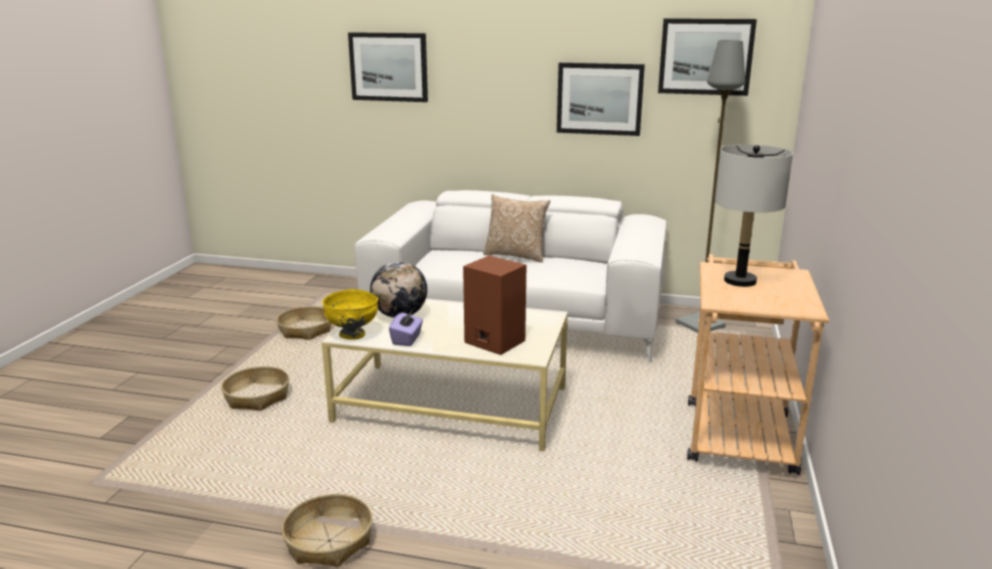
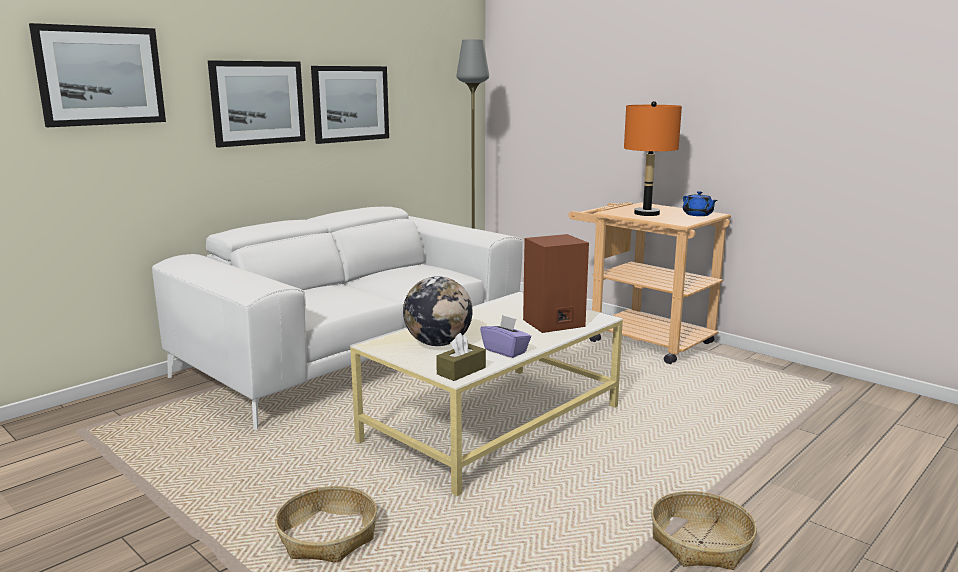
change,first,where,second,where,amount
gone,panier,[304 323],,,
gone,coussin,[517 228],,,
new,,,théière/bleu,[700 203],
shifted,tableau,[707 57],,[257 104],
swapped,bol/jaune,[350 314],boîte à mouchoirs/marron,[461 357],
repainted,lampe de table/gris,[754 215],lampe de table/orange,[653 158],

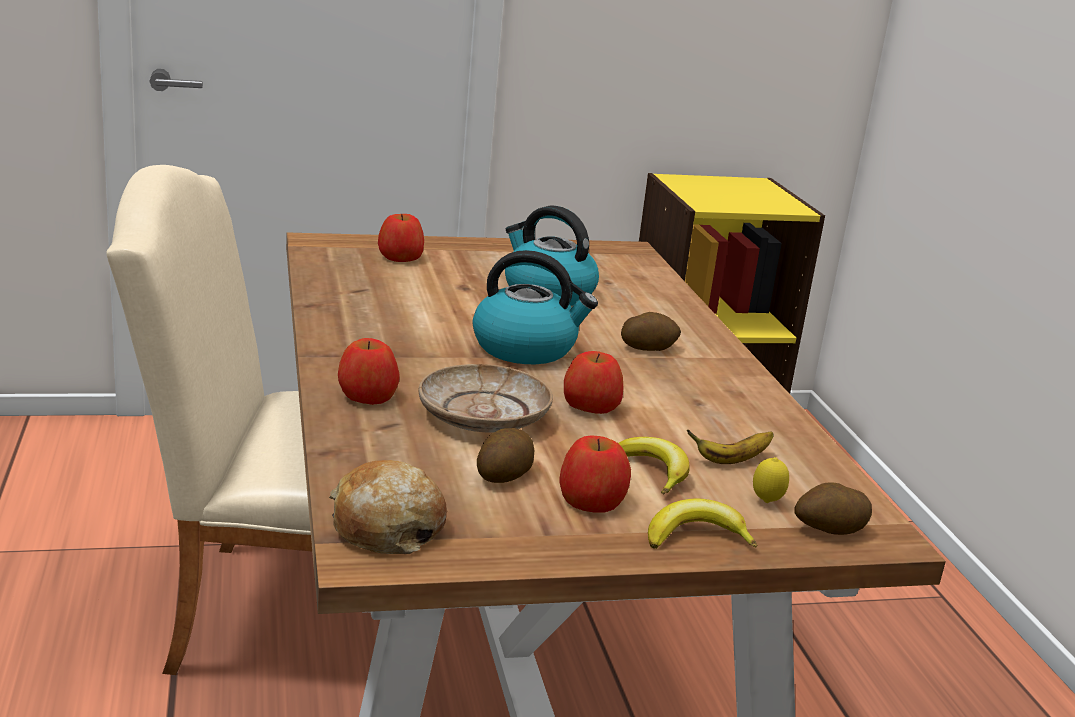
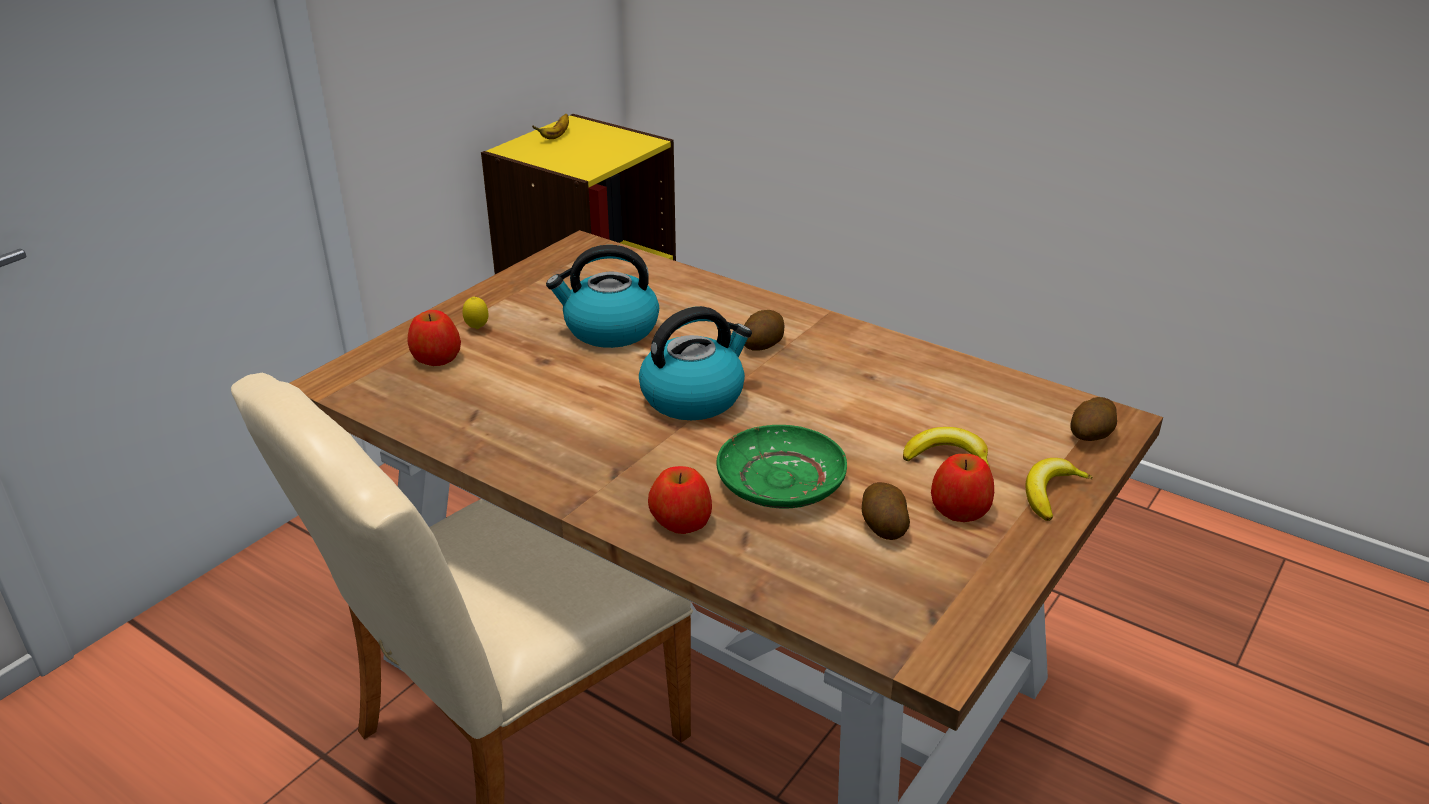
change,first,where,second,where,amount
gone,pain,[388 507],,,
gone,pomme,[594 382],,,
shifted,banane,[730 447],,[550 126],
shifted,citron,[771 480],,[475 312],
repainted,assiette/beige,[485 398],assiette/vert,[781 466],

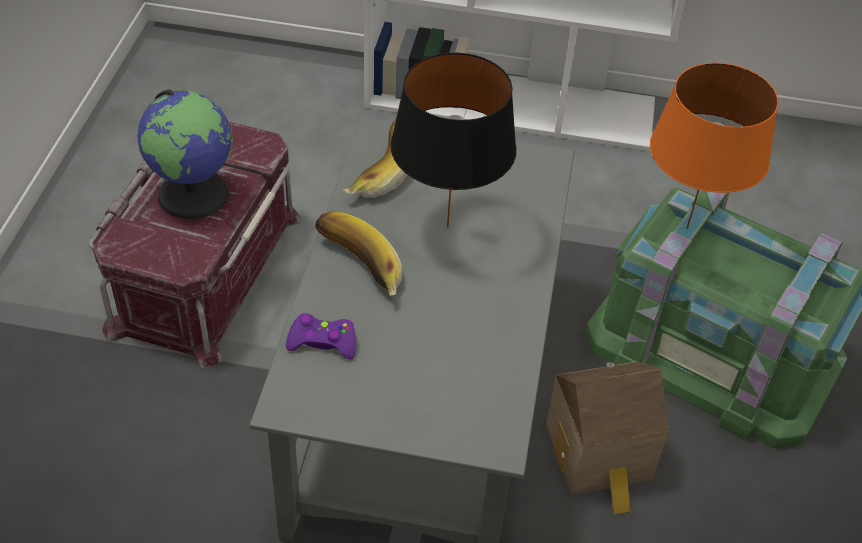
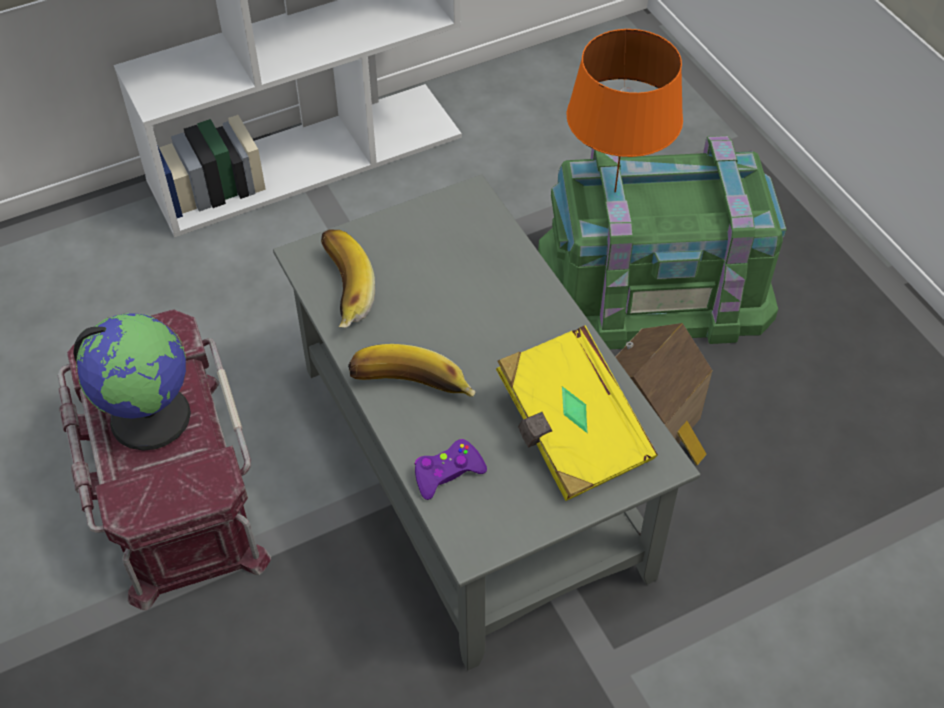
change,first,where,second,where,amount
gone,lampe de table/noir,[453 140],,,
new,,,livre/jaune,[577 413],

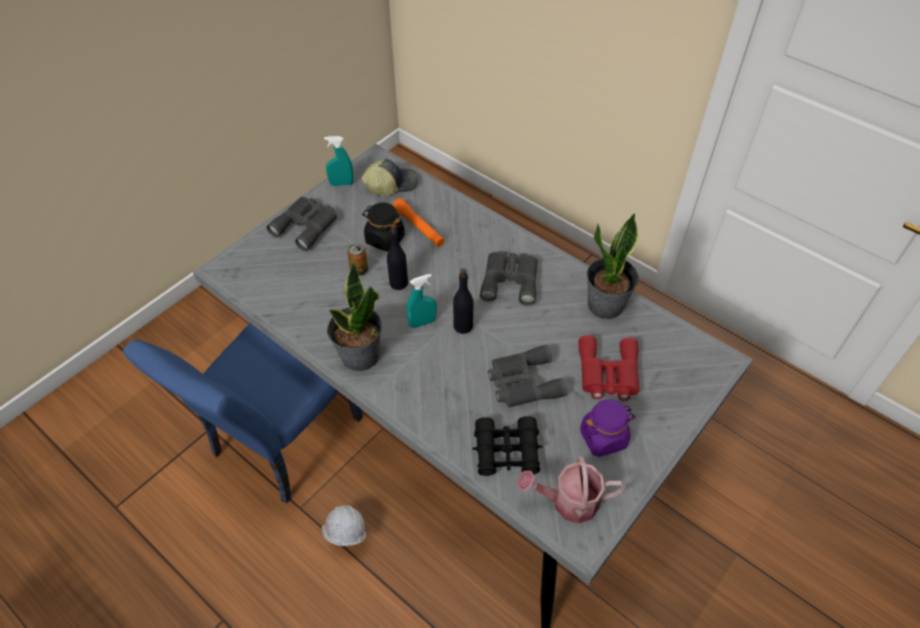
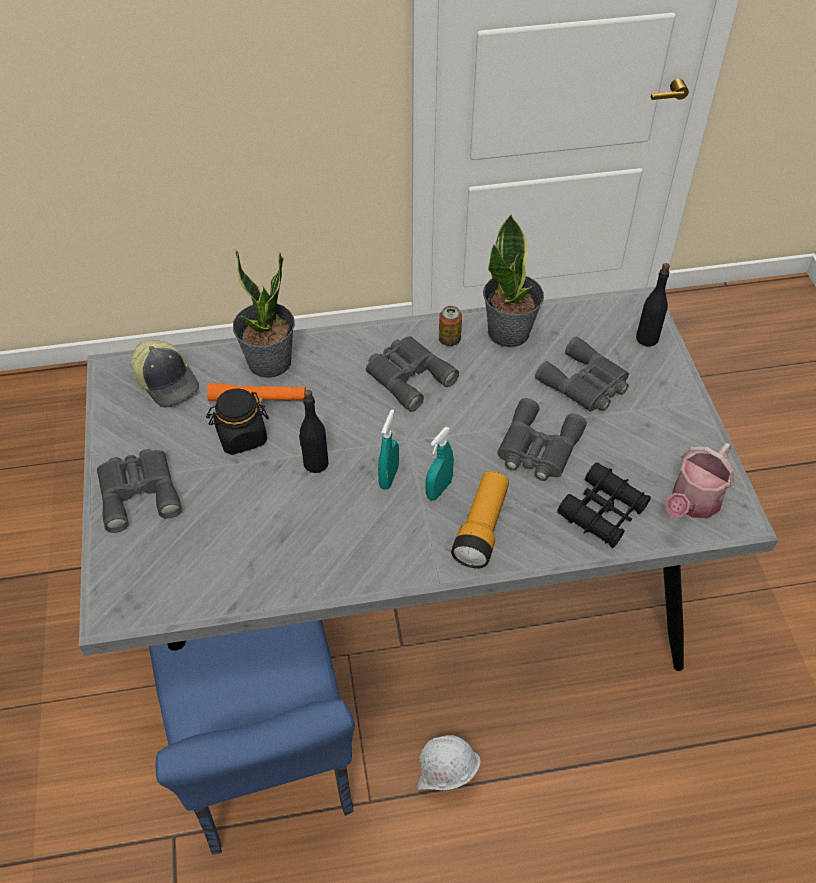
change,first,where,second,where,amount
gone,bocal/violet,[607 428],,,
new,,,lampe de poche,[480 519],
shifted,vaporisateur/turquoise,[339 161],,[439 463],
shifted,plante en pot,[354 317],,[264 314],
shifted,boîte métallique,[357 259],,[450 326],
shifted,bouteille/noir,[463 301],,[653 305],
repainted,jumelles/rouge,[609 368],jumelles/gris,[582 374],
rotated,casquette,[389 177],,[165 374],120 degrees clockwise

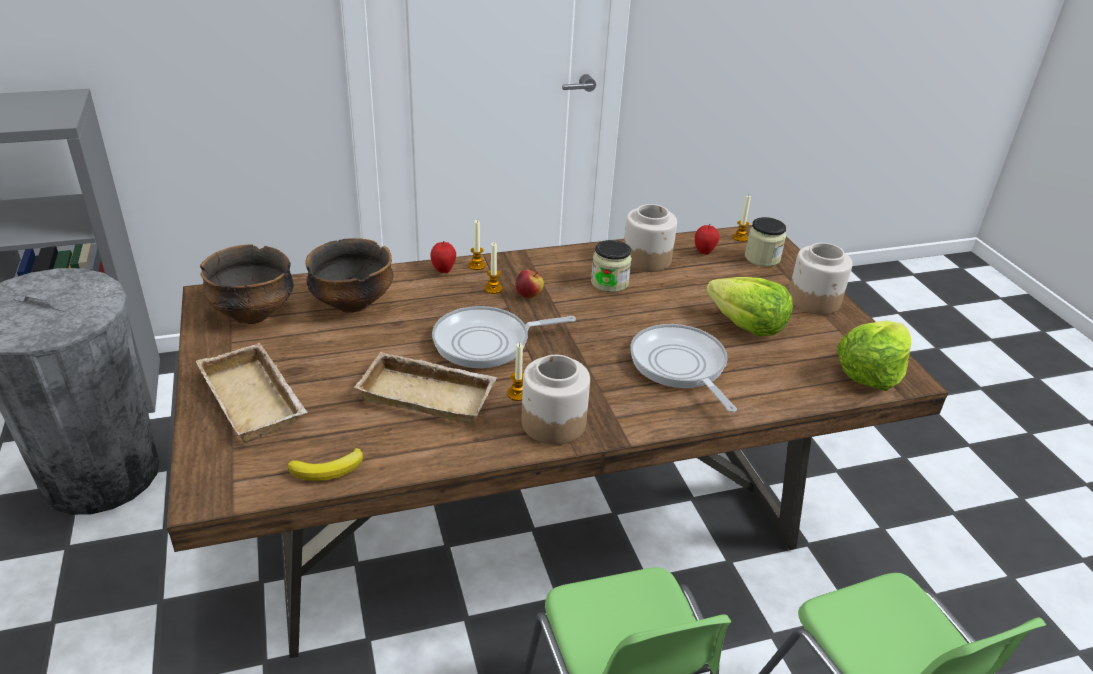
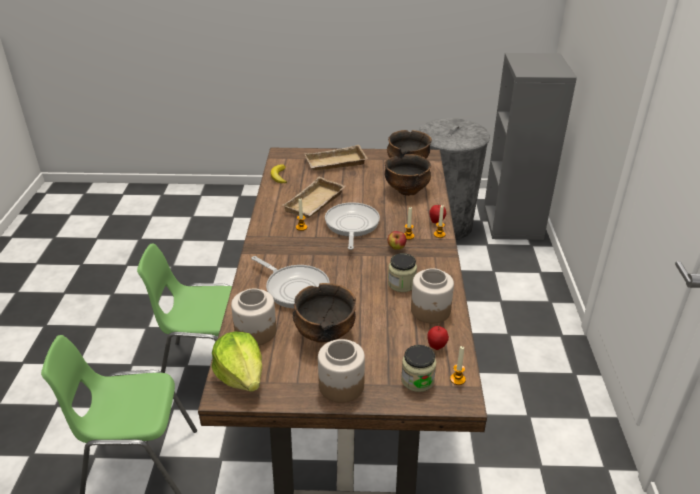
change,first,where,second,where,amount
shifted,bocal,[556 400],,[254 316],
swapped,laitue,[749 307],bol,[324 313],
rotated,poêle,[683 368],,[290 282],45 degrees clockwise

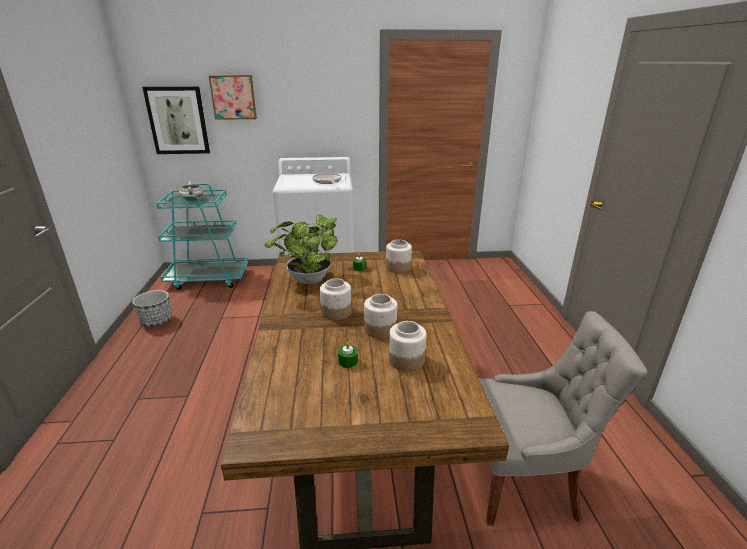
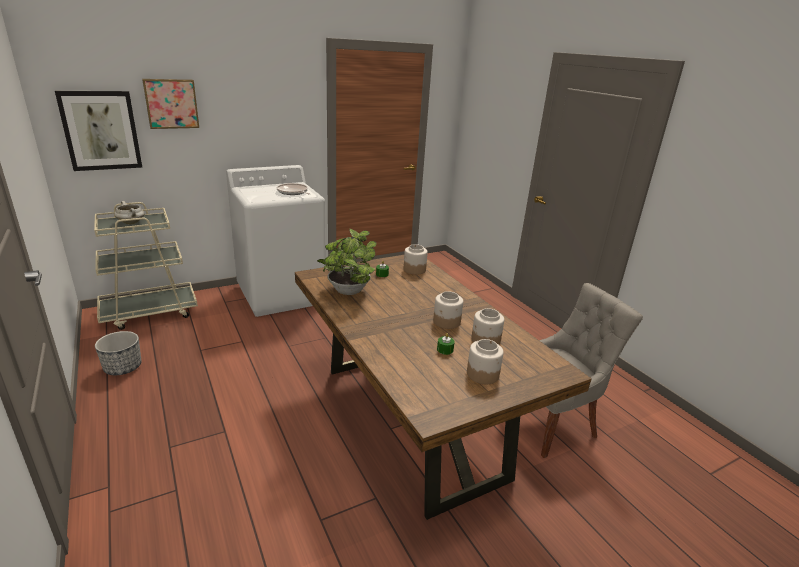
change,first,where,second,where,amount
shifted,bocal,[336 299],,[485 361],
repainted,chariot/turquoise,[202 236],chariot/beige,[146 266],

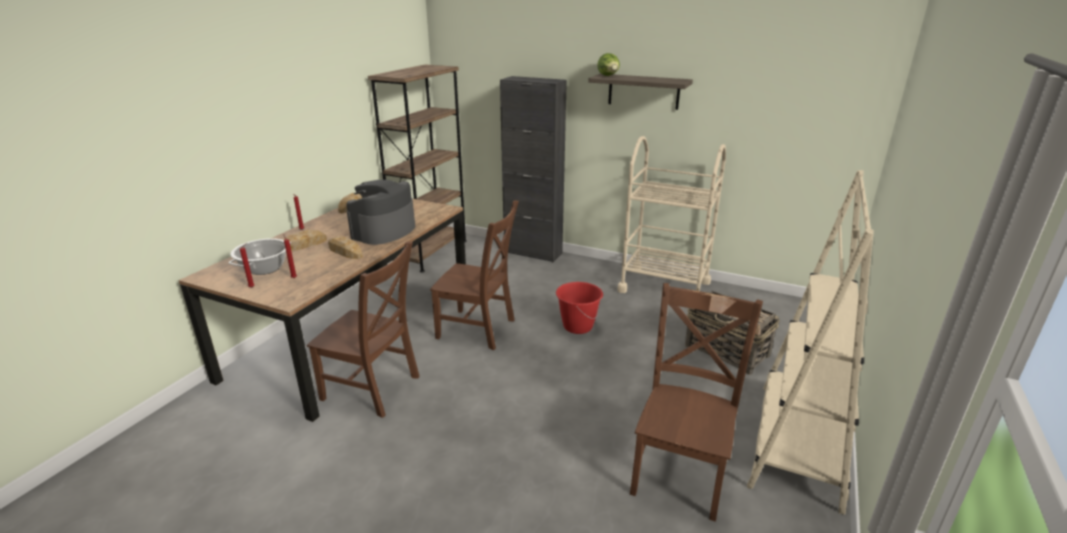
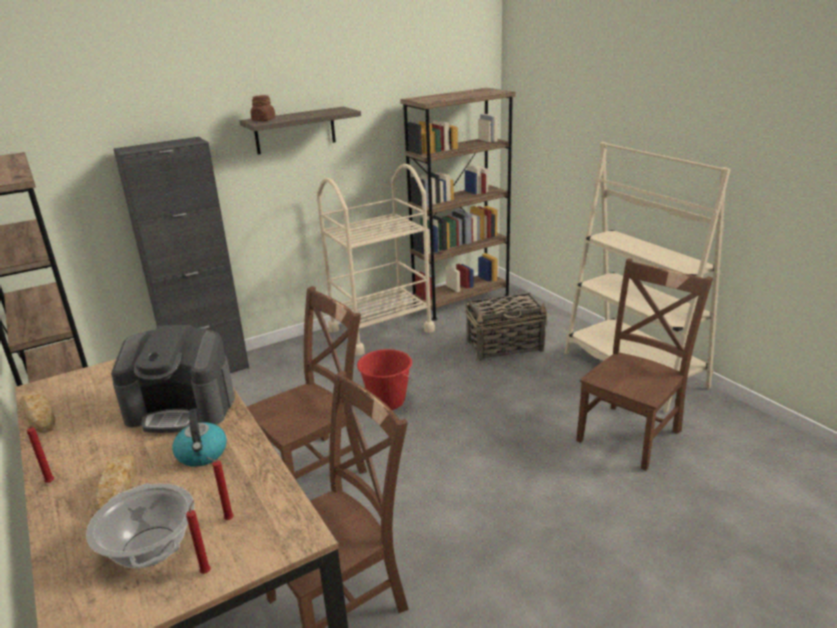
change,first,where,second,where,amount
new,,,bibliothèque/marron,[458 204],
swapped,pain,[345 247],bouilloire,[199 438],
swapped,laitue,[608 64],bocal/marron,[263 108],
rotated,machine à café,[380 212],,[173 379],60 degrees counterclockwise
rotated,chaise/marron,[696 402],,[644 364],75 degrees clockwise

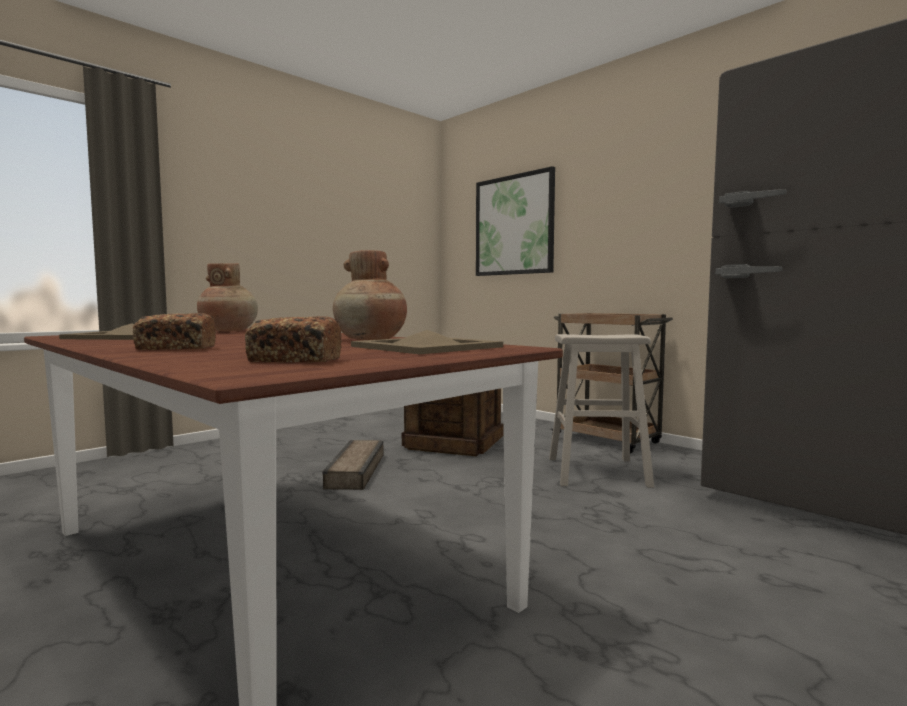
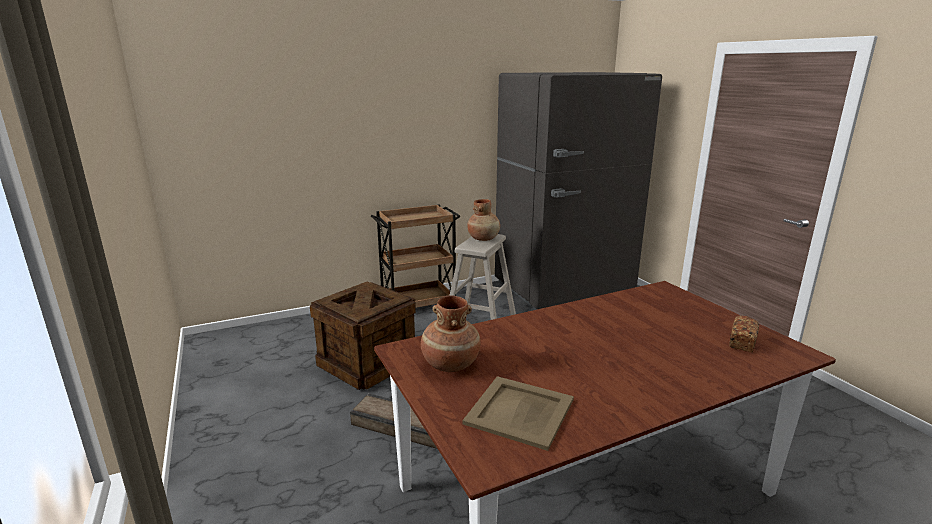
change,first,where,second,where,amount
gone,pain,[174 331],,,
gone,plateau/beige,[427 342],,,
gone,tableau,[515 221],,,
shifted,vase/marron,[370 295],,[483 220],

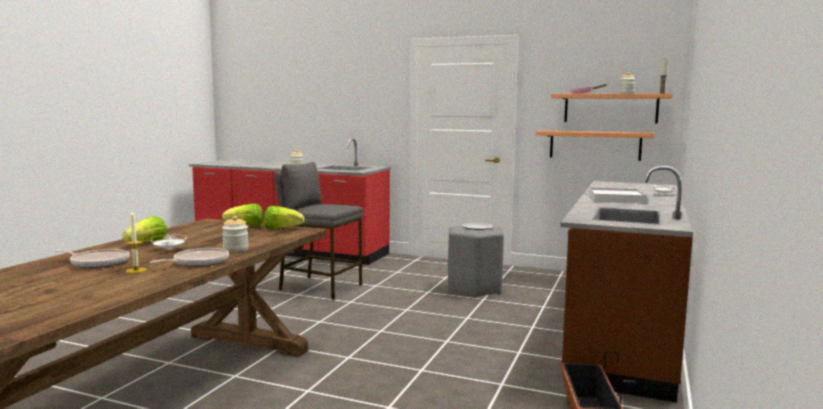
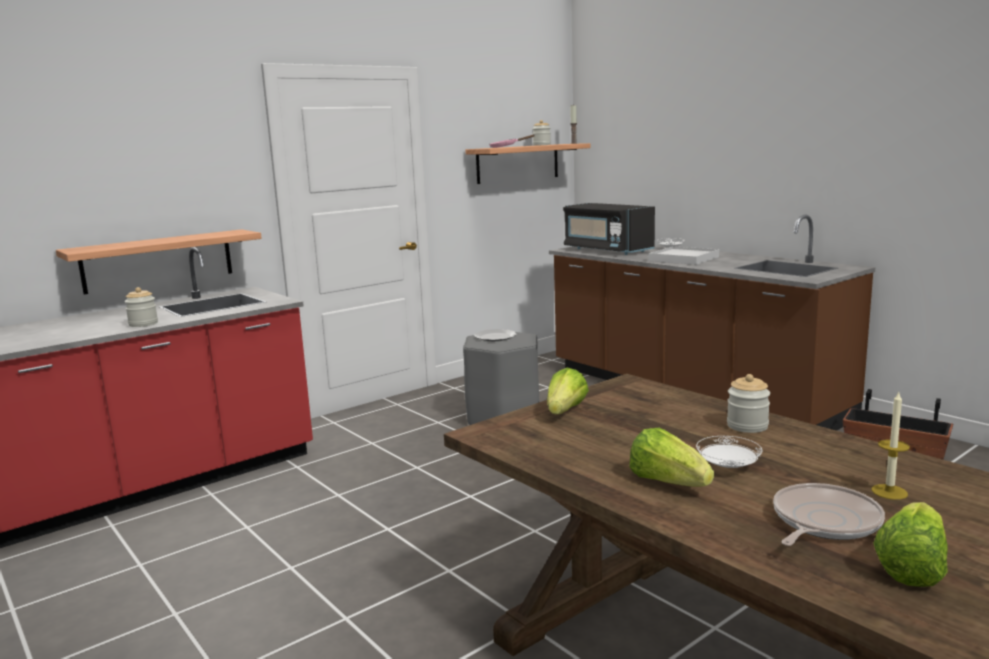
change,first,where,second,where,amount
gone,poêle,[189 257],,,
gone,tabouret/gris,[318 231],,,
new,,,micro-ondes/noir,[609 229],
shifted,laitue,[284 217],,[911 544],
shifted,étagère,[595 146],,[159 261],

